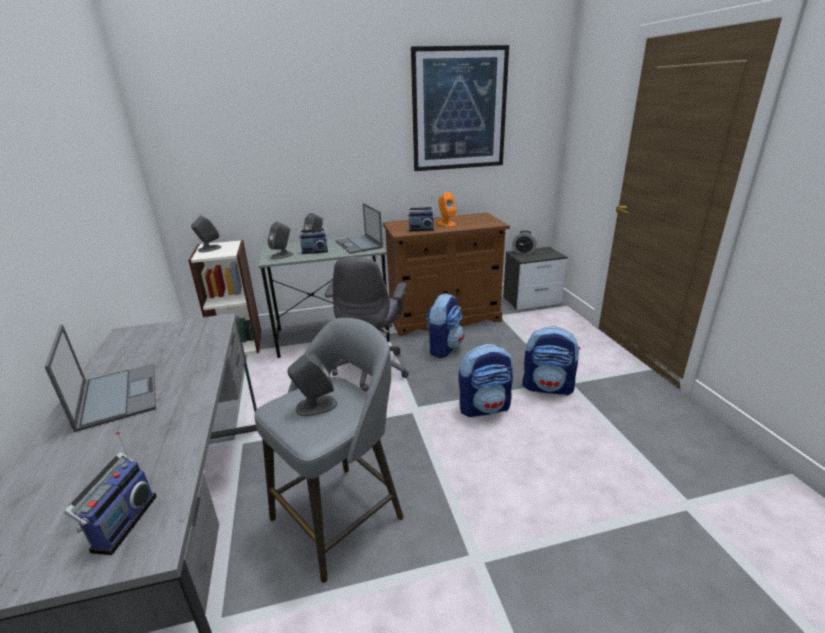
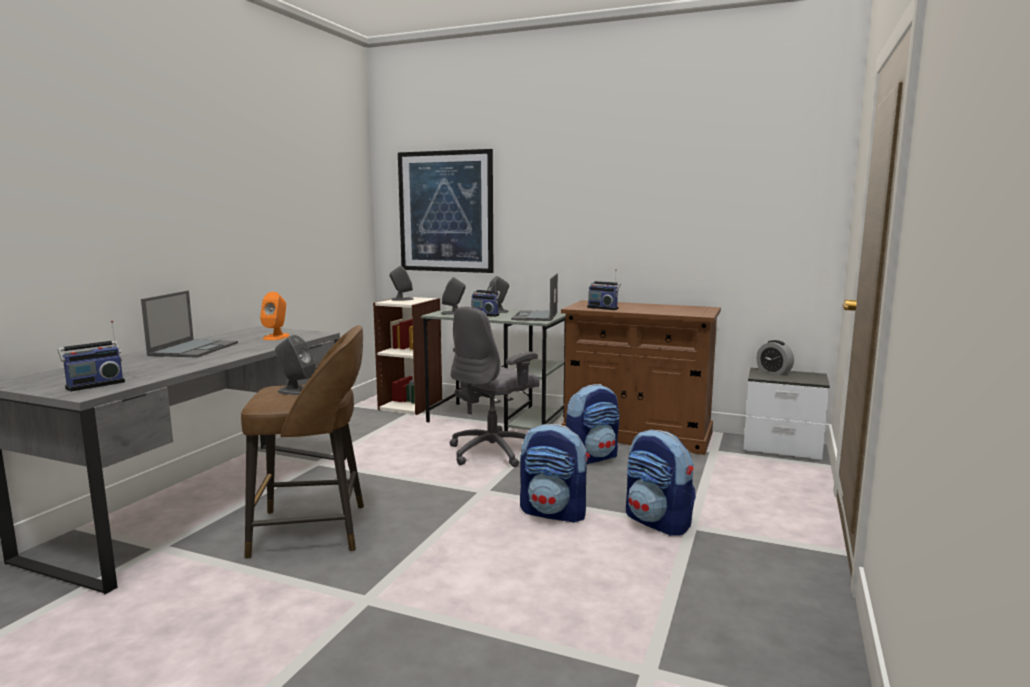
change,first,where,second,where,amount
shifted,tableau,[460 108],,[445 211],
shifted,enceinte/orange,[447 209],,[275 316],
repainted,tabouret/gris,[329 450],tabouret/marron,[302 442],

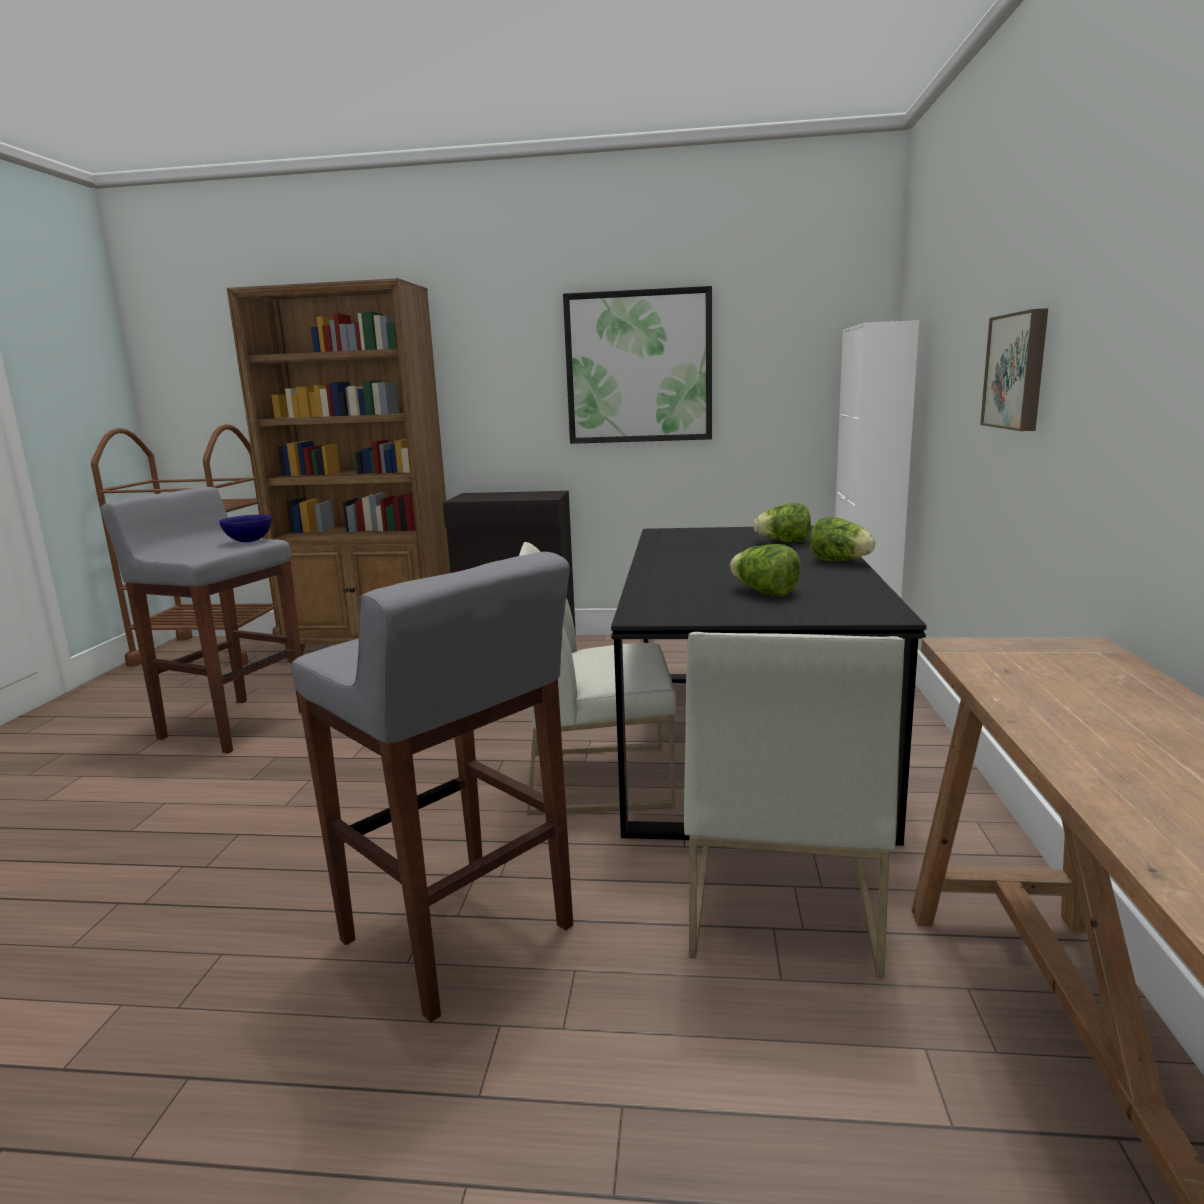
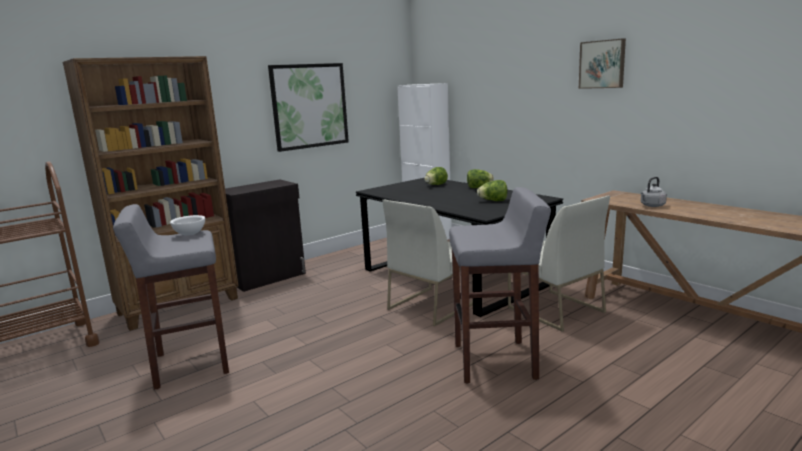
change,first,where,second,where,amount
new,,,bouilloire/gris,[654 192],
shifted,tableau,[1014 369],,[602 63],
repainted,bol/bleu,[245 528],bol/blanc,[187 225],

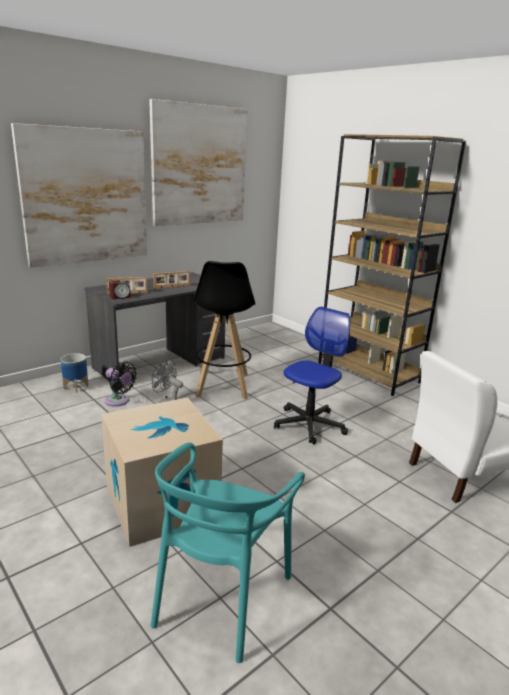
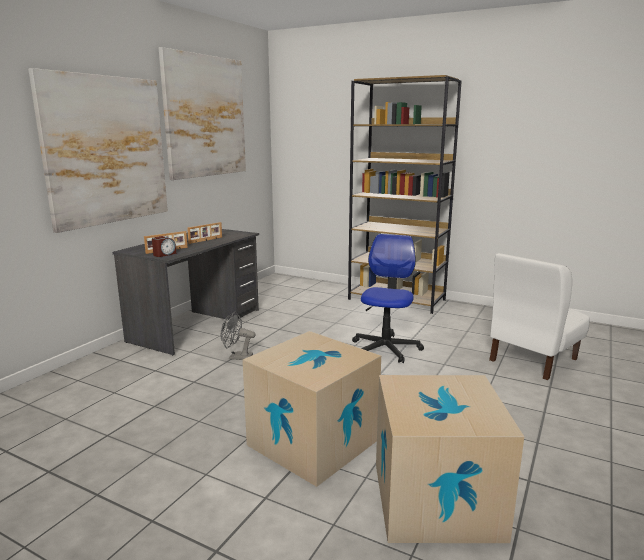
change,first,where,second,where,amount
gone,cache-pot,[75 373],,,
gone,ventilateur/noir,[120 384],,,
gone,tabouret/noir,[224 330],,,
swapped,chaise/turquoise,[228 552],carton,[450 459],

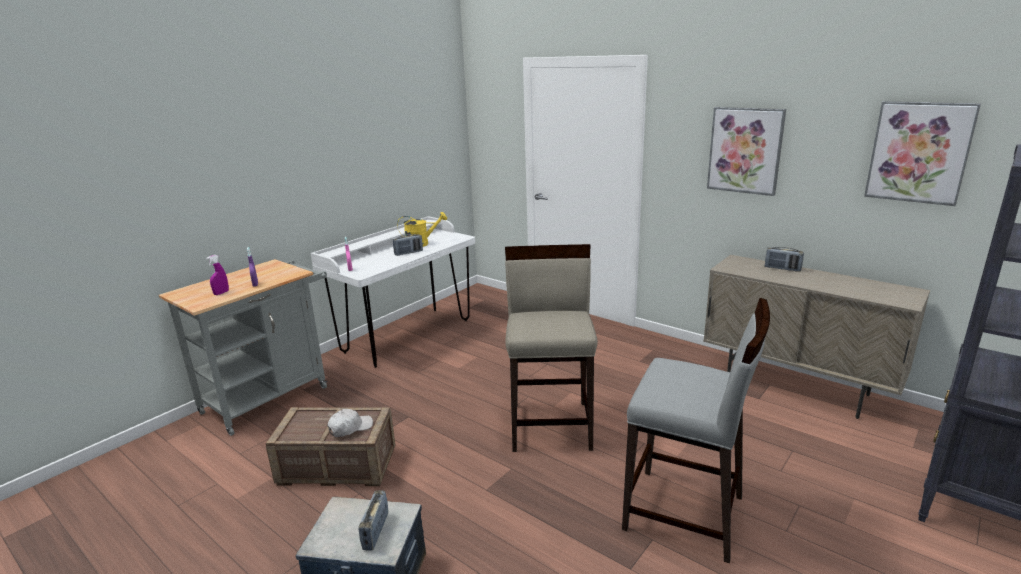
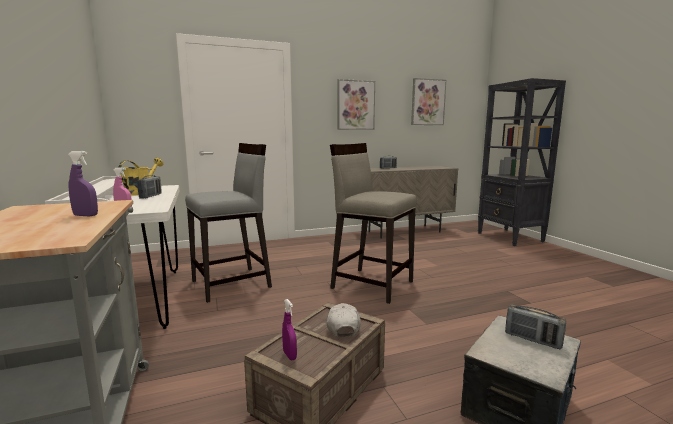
change,first,where,second,where,amount
shifted,vaporisateur/violet,[217 275],,[289 329],
shifted,tabouret/gris,[696 430],,[228 223],

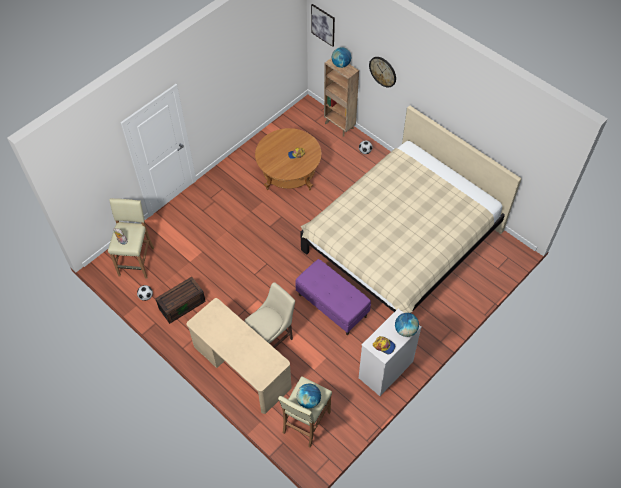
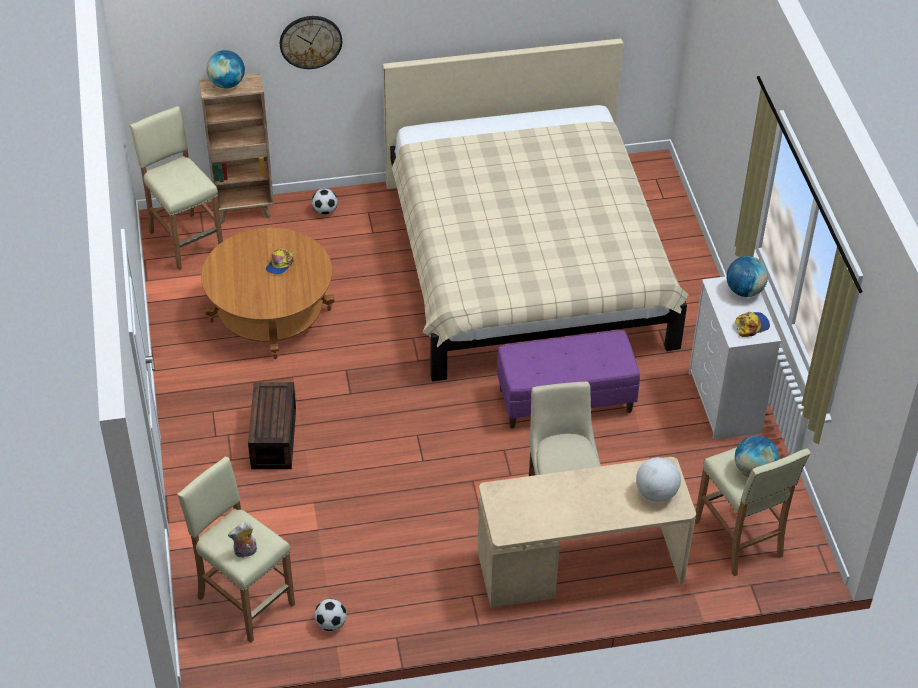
change,first,where,second,where,amount
gone,tableau,[323 25],,,
new,,,tabouret/beige,[176 188],
new,,,globe,[658 479],
shifted,boîte de rangement/marron,[180 300],,[272 425],

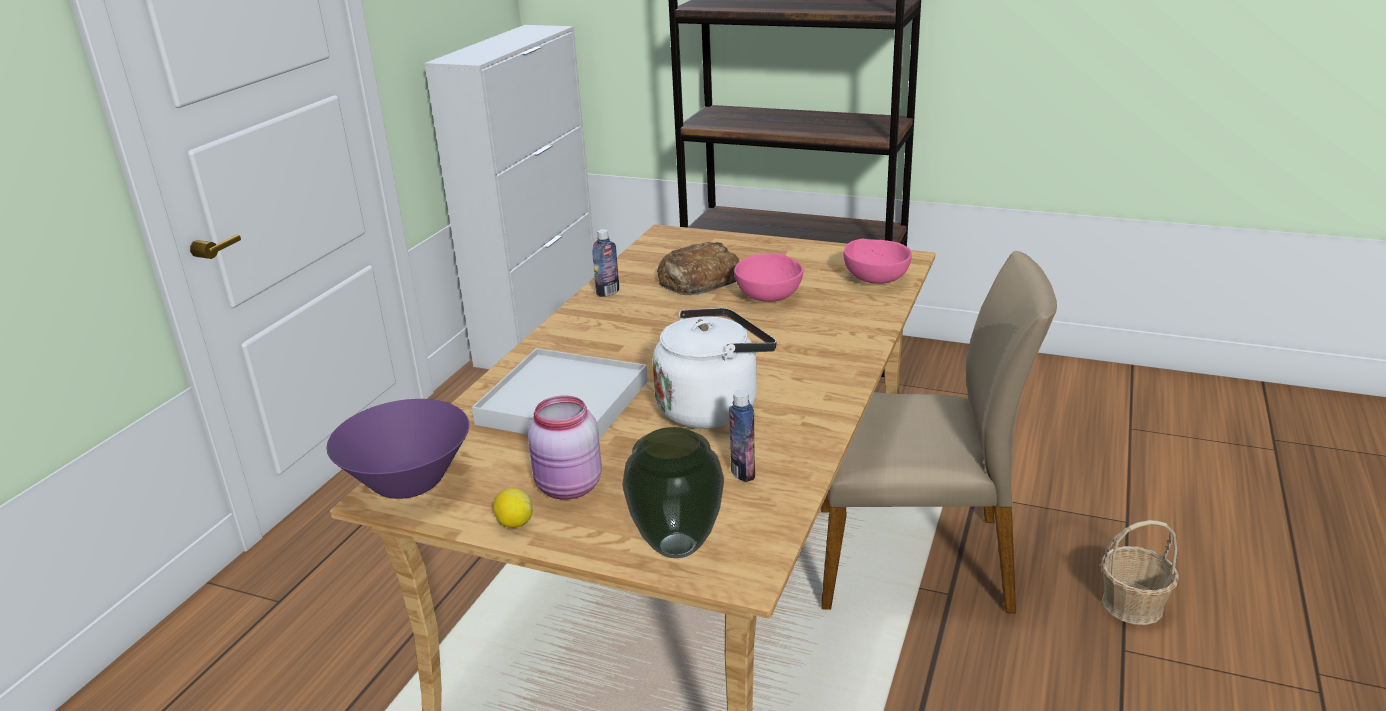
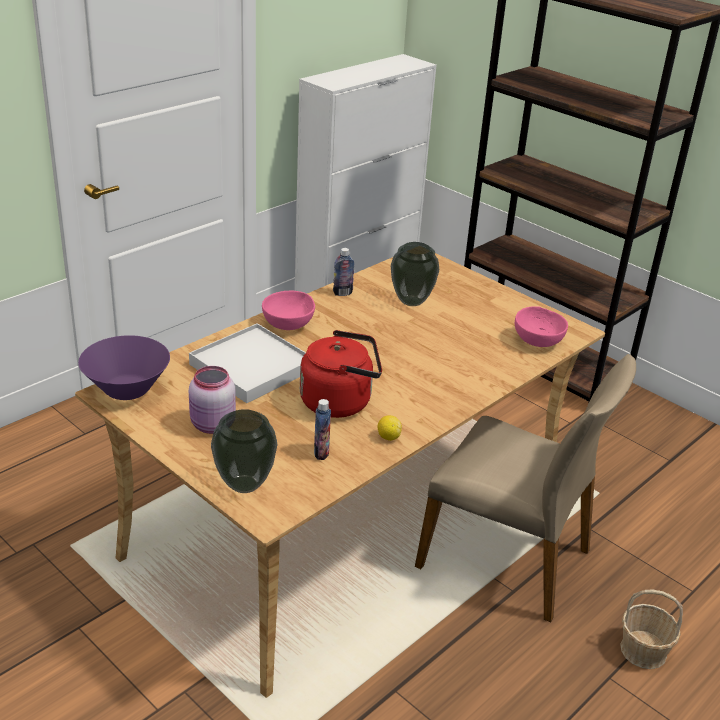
change,first,where,second,where,amount
shifted,citron,[513 508],,[389 428],
shifted,bol/rose,[768 277],,[288 310],
swapped,pain,[698 268],vase,[415 274],
repainted,bouilloire/blanc,[715 368],bouilloire/rouge,[341 374],

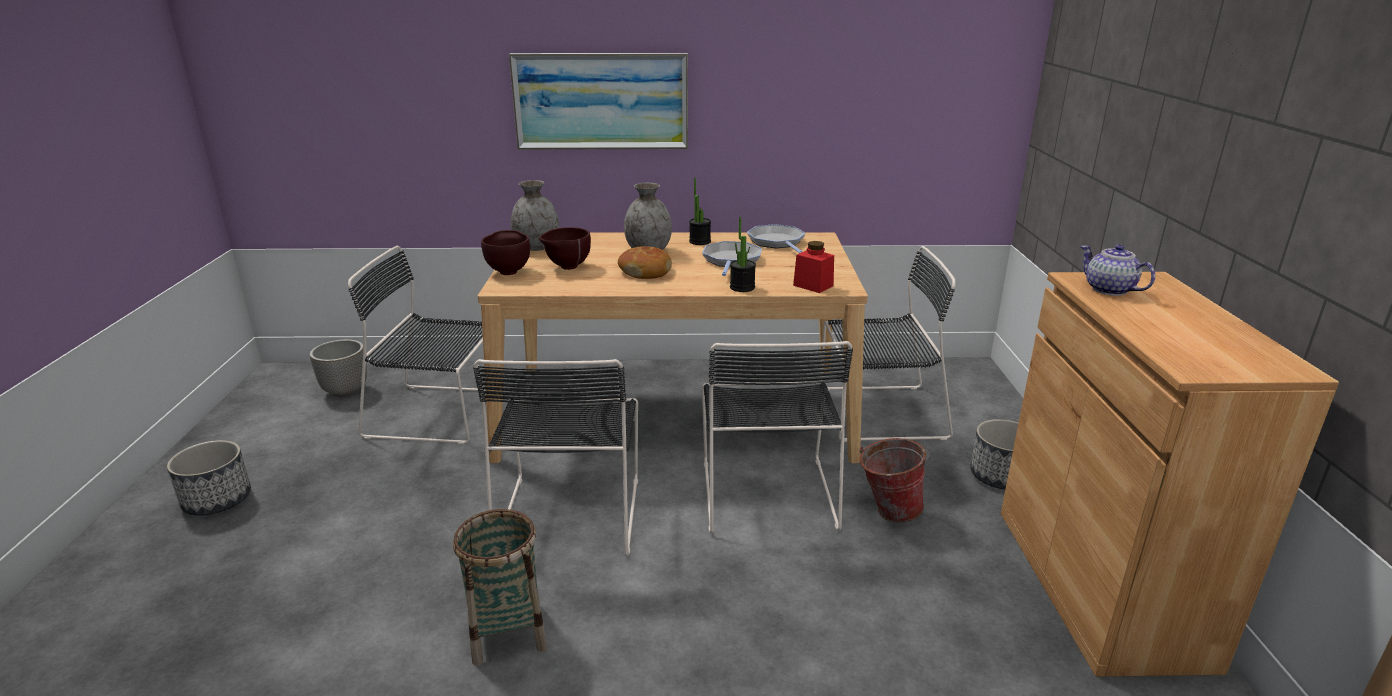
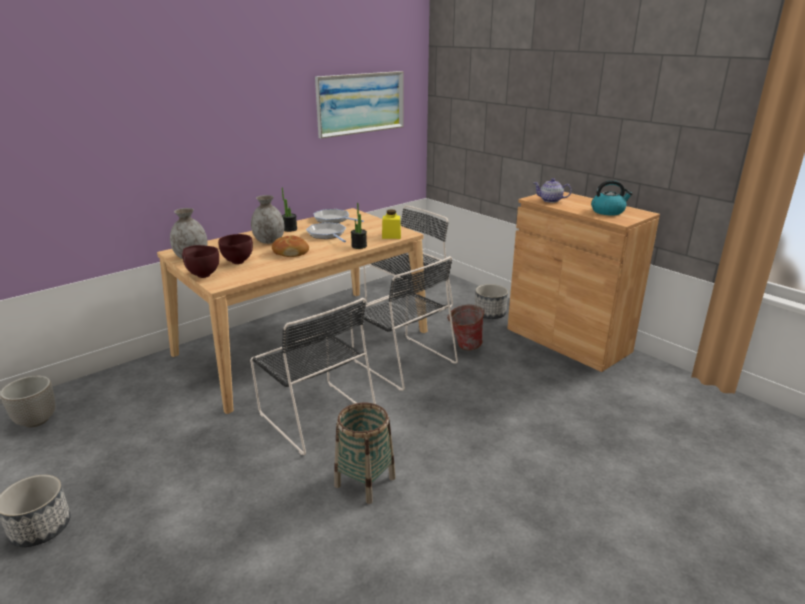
change,first,where,second,where,amount
gone,chaise/noir,[426 345],,,
new,,,bouilloire,[612 198],
shifted,tableau,[598 101],,[359 105],
repainted,bocal/rouge,[813 267],bocal/jaune,[391 224],

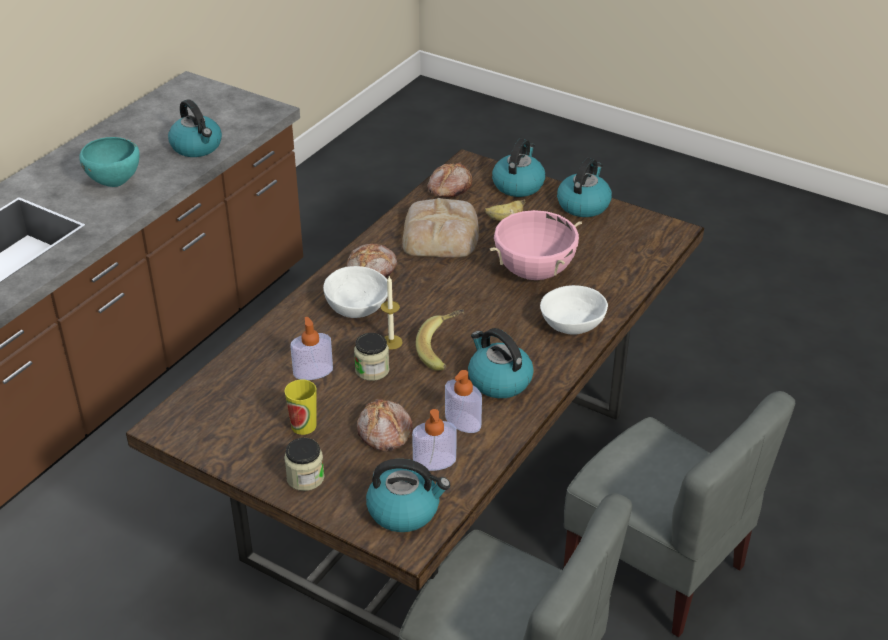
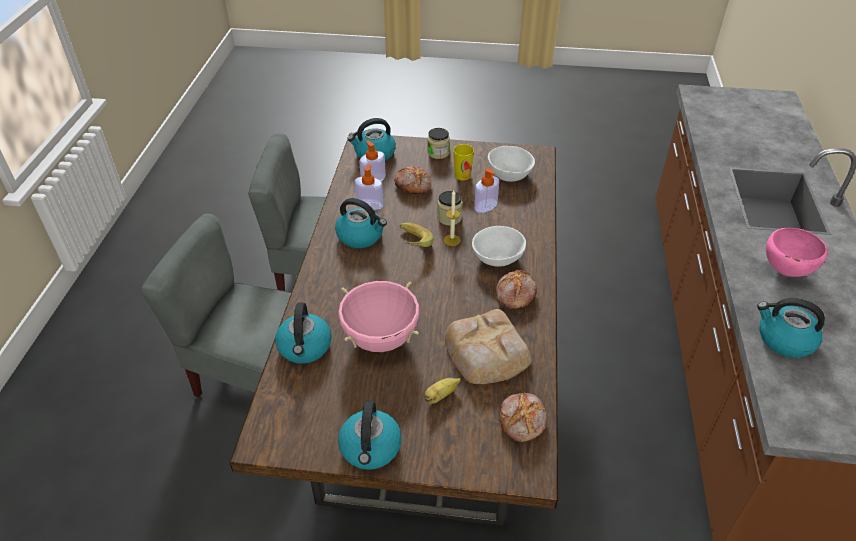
change,first,where,second,where,amount
shifted,bouilloire,[518 167],,[303 333],
shifted,bol/blanc,[574 309],,[511 164],
repainted,bol/turquoise,[109 162],bol/rose,[797 252],

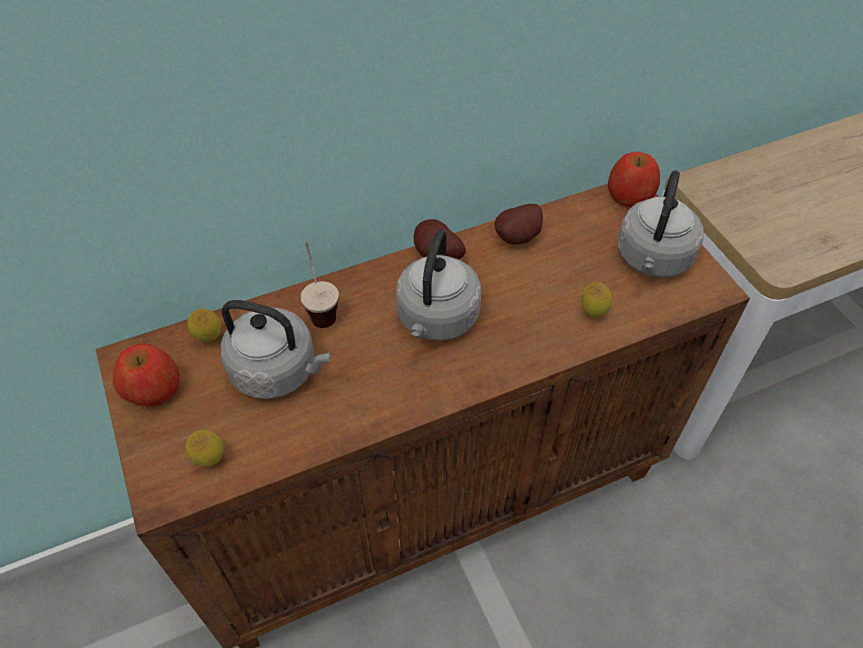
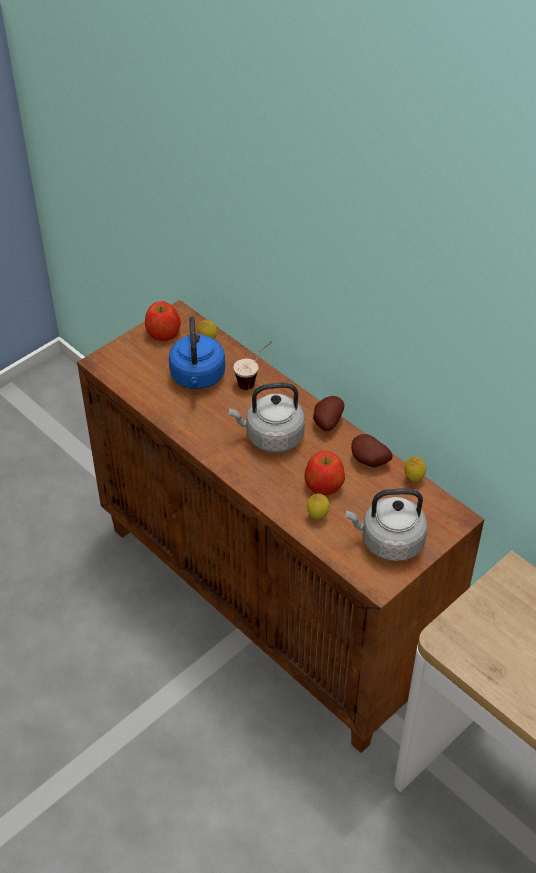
change,first,where,second,where,amount
shifted,citron,[204 448],,[415 469],
shifted,pomme,[634 179],,[325 473],
repainted,bouilloire/gris,[275 349],bouilloire/bleu,[197 352],

